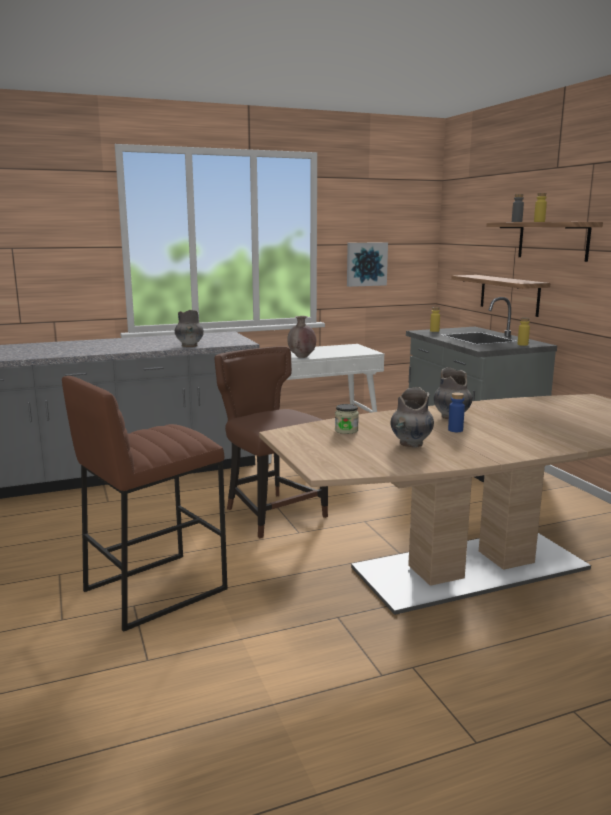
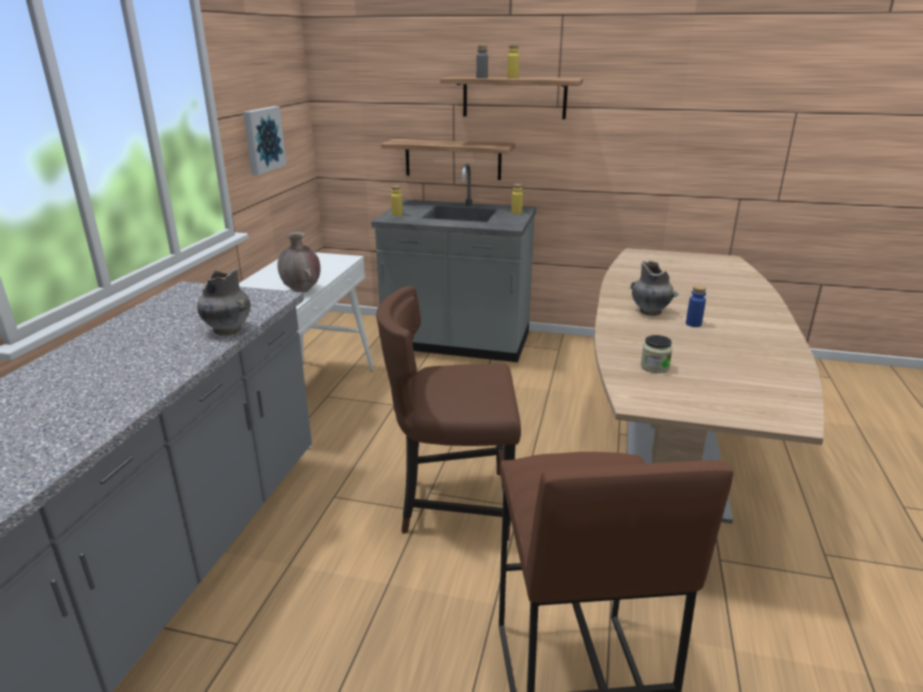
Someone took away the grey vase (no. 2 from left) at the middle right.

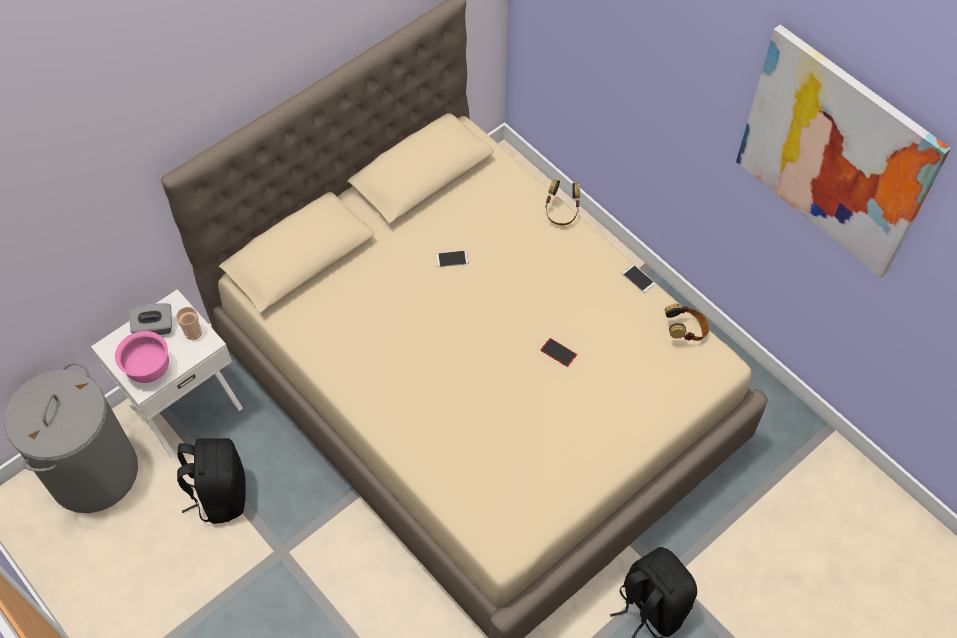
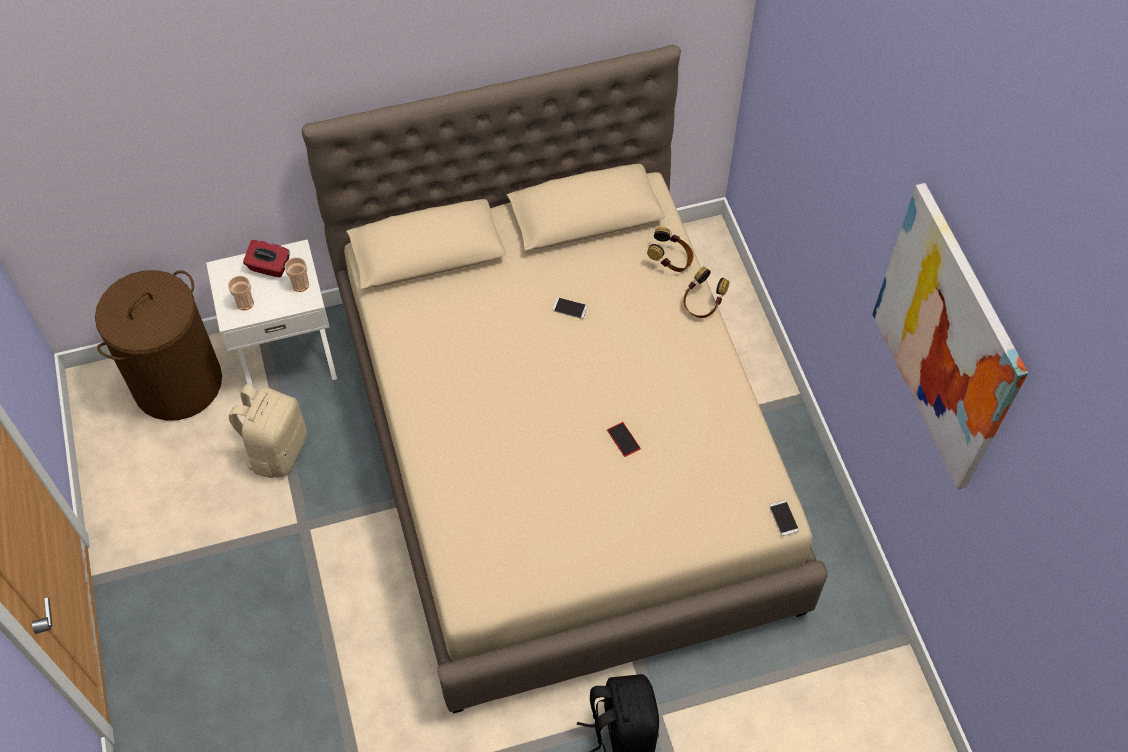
Someone carried the phone (no. 3 from left) from the middle right to the bottom right.
Someone repainted the grey tissue box at the middle left, which became the red tissue box at the middle left.
Someone carried the headphones (no. 2 from left in the first image) from the middle right to the top centre.
Someone swapped the pink bowl at the middle left for the cup (no. 1 from left) at the middle left.
Someone repainted the grey laundry basket at the bottom left, which became the brown laundry basket at the middle left.
Someone repainted the black backpack (no. 1 from left) at the bottom left, which became the beige backpack at the middle left.

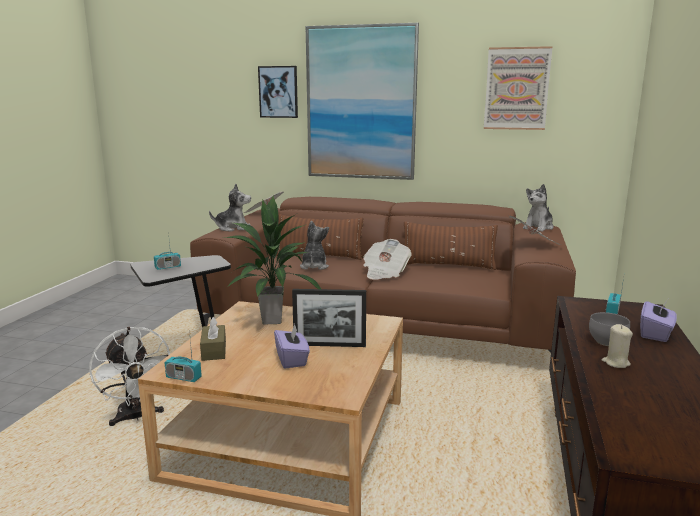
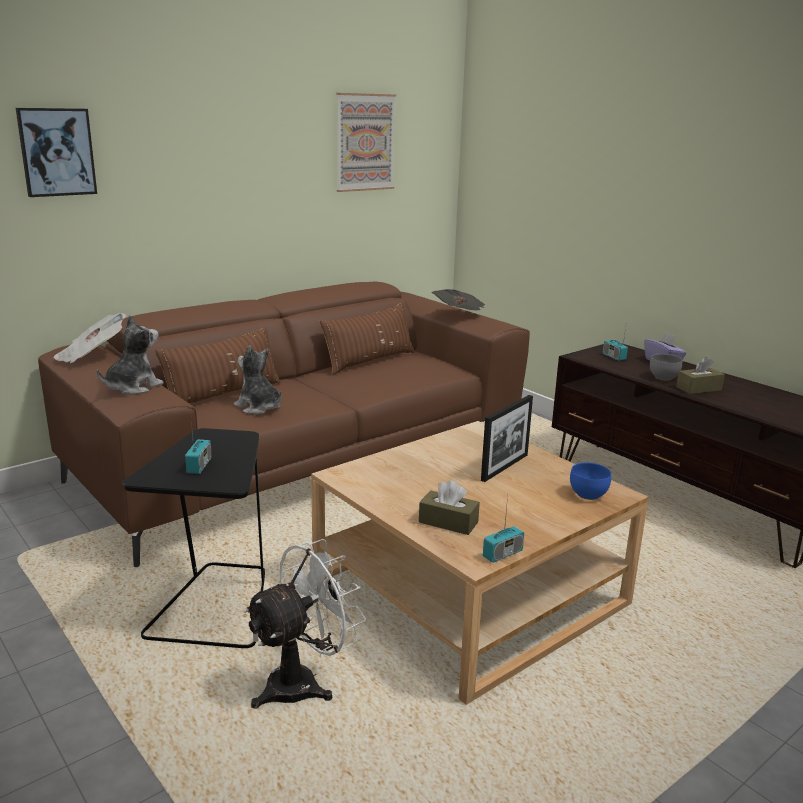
Someone took away the picture (no. 2 from left) at the top centre.
Someone took away the plush toy (no. 3 from left) at the middle right.
Someone took away the potted plant at the centre.
Someone took away the newspaper (no. 2 from left) at the centre.
Someone took away the purple tissue box (no. 1 from left) at the bottom centre.
Someone swapped the beige candle at the bottom right for the brown tissue box (no. 2 from left) at the middle right.
Someone rotated the white fan at the bottom left by 45 degrees counterclockwise.
Someone put down the blue bowl at the middle right.

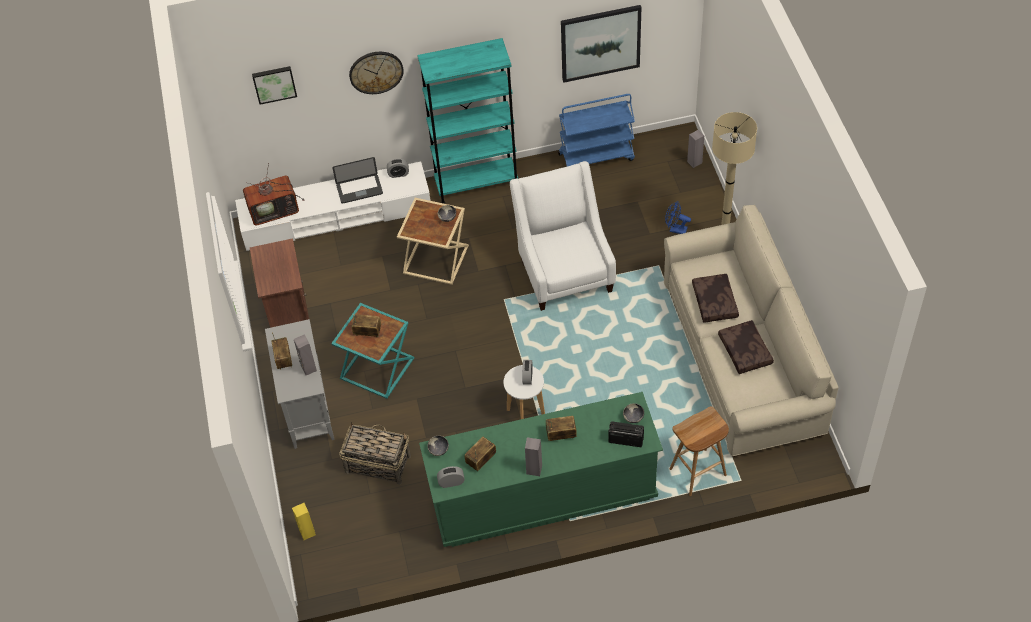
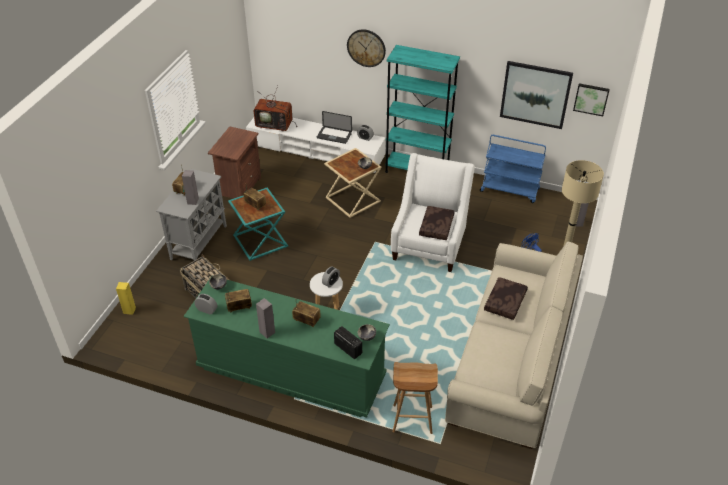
Someone carried the picture (no. 1 from left in the first image) from the top left to the top right.
Someone carried the brown pillow (no. 2 from left in the first image) from the middle right to the centre.

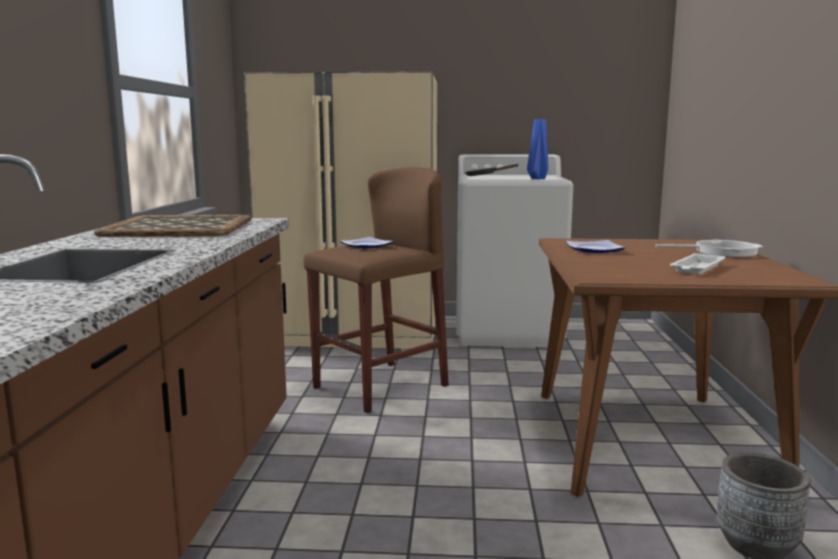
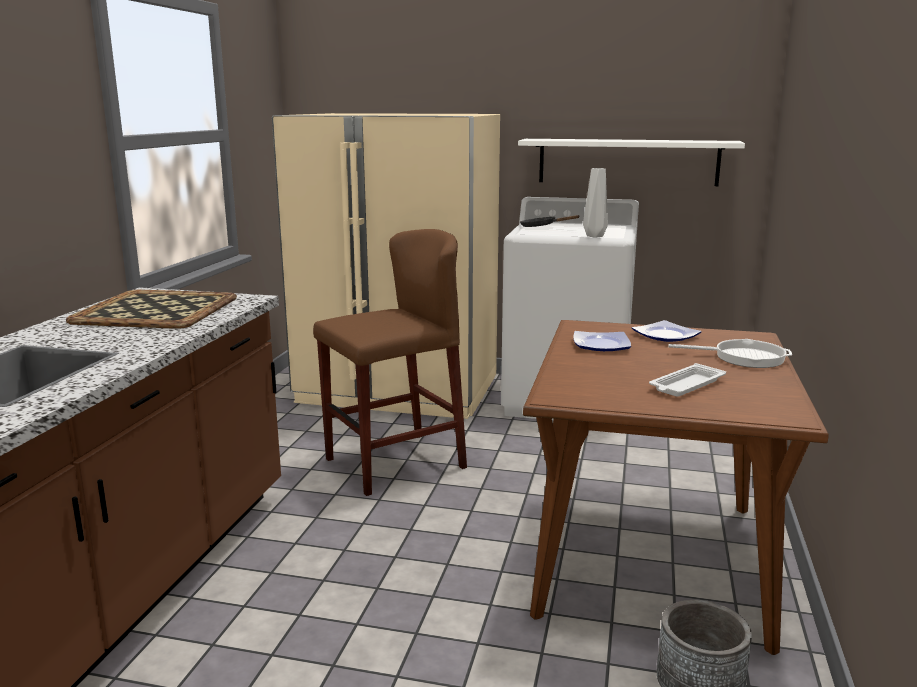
Someone repainted the blue vase at the top centre, which became the grey vase at the top centre.
Someone carried the plate (no. 1 from left in the first image) from the centre to the middle right.
Someone put up the white shelf at the top right.

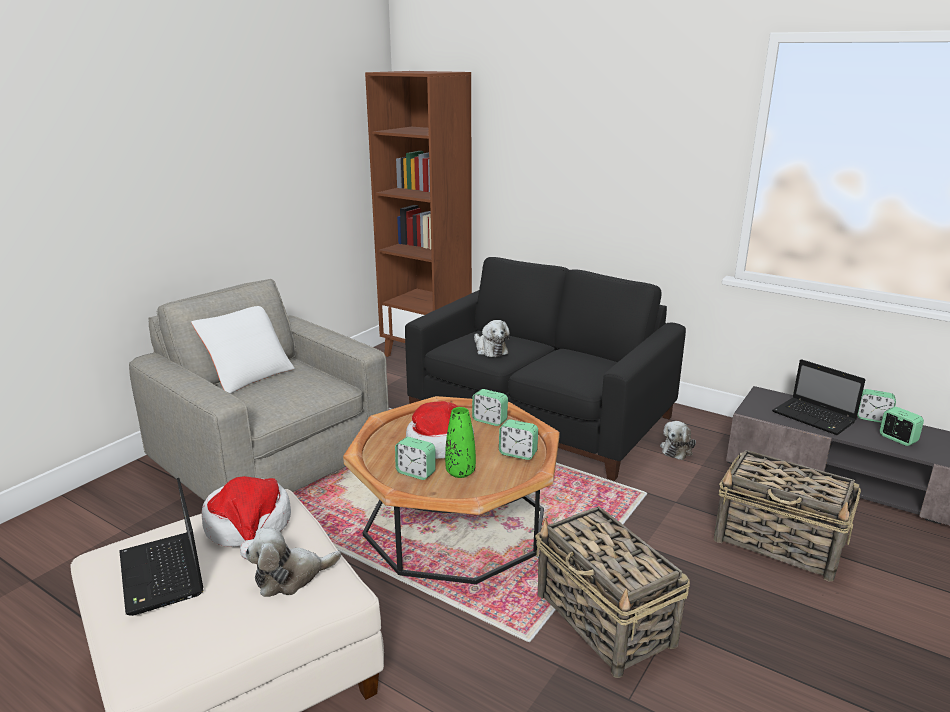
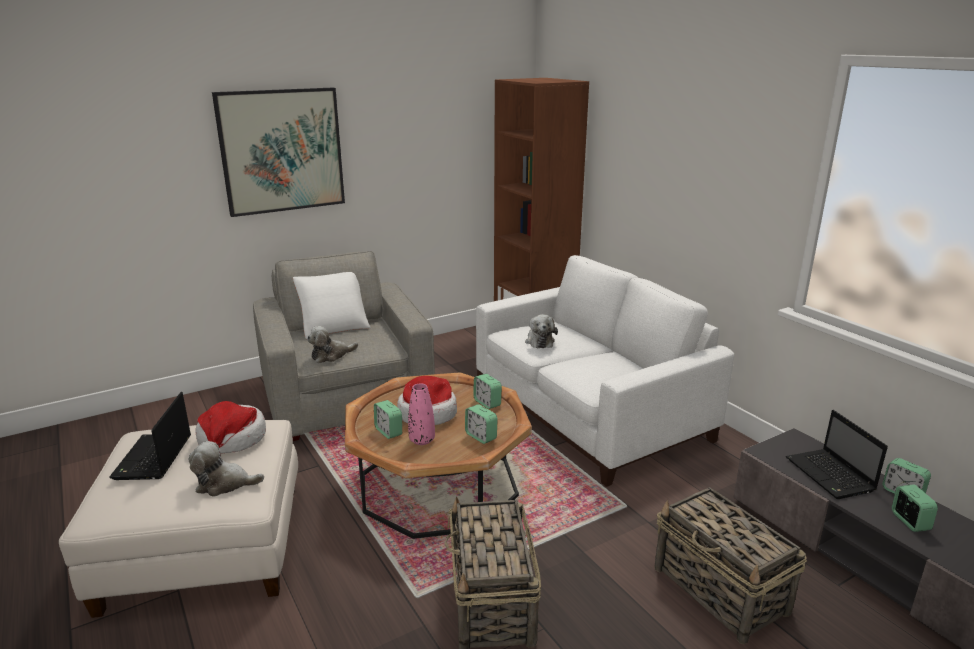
Someone repainted the black sofa at the centre, which became the white sofa at the centre.
Someone repainted the green vase at the centre, which became the pink vase at the centre.
Someone carried the plush toy (no. 3 from left in the first image) from the middle right to the centre.
Someone put up the picture at the top left.

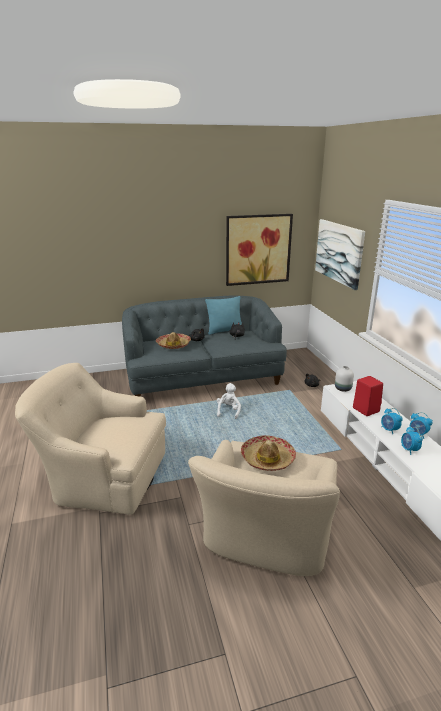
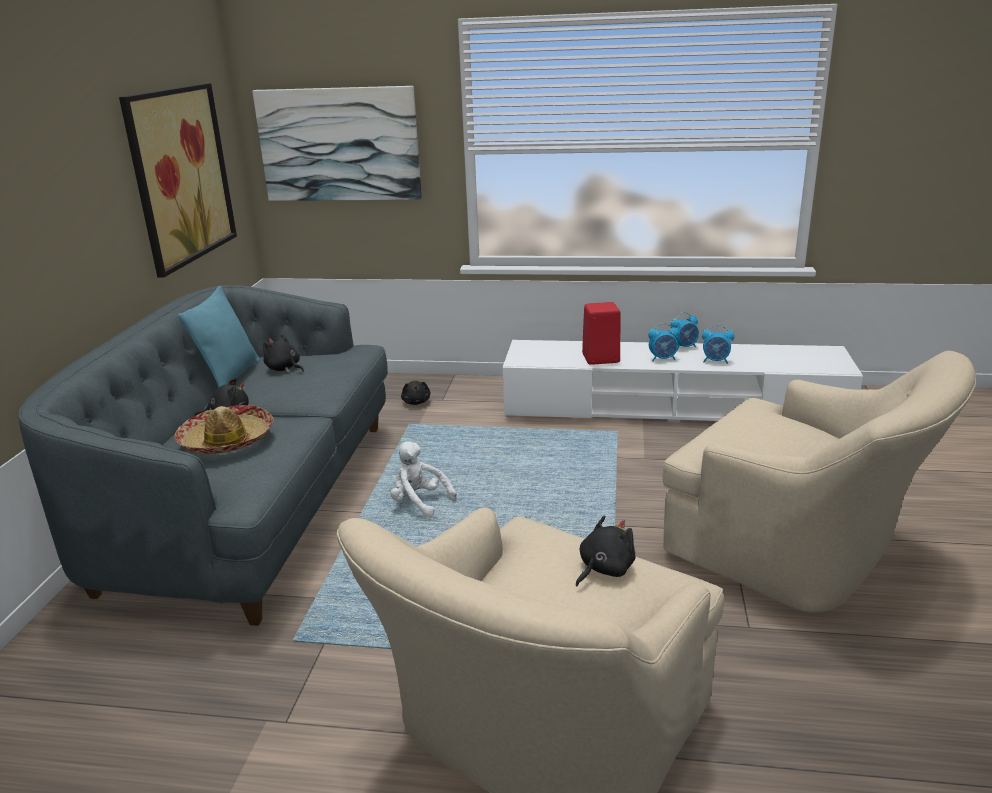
Someone took away the white vase at the middle right.
Someone took away the hat (no. 2 from left) at the centre.
Someone put down the black plush toy (no. 4 from left) at the bottom centre.

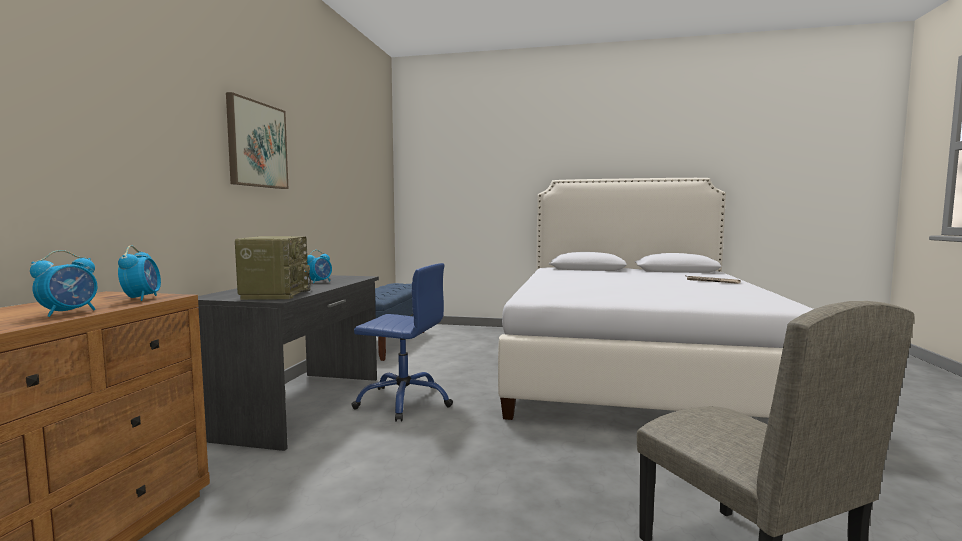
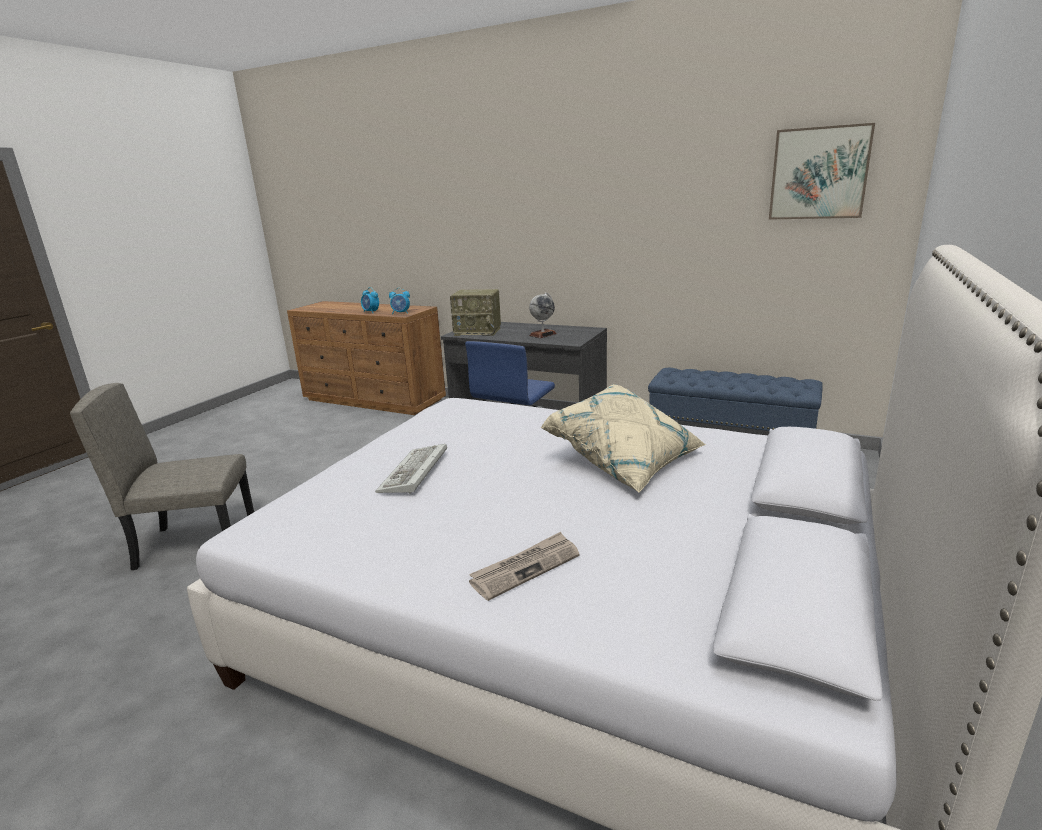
Someone carried the picture from the top left to the top right.
Someone swapped the alarm clock (no. 3 from left) at the middle left for the globe at the centre.
Someone put down the beige pillow at the centre.
Someone put down the keyboard at the centre.

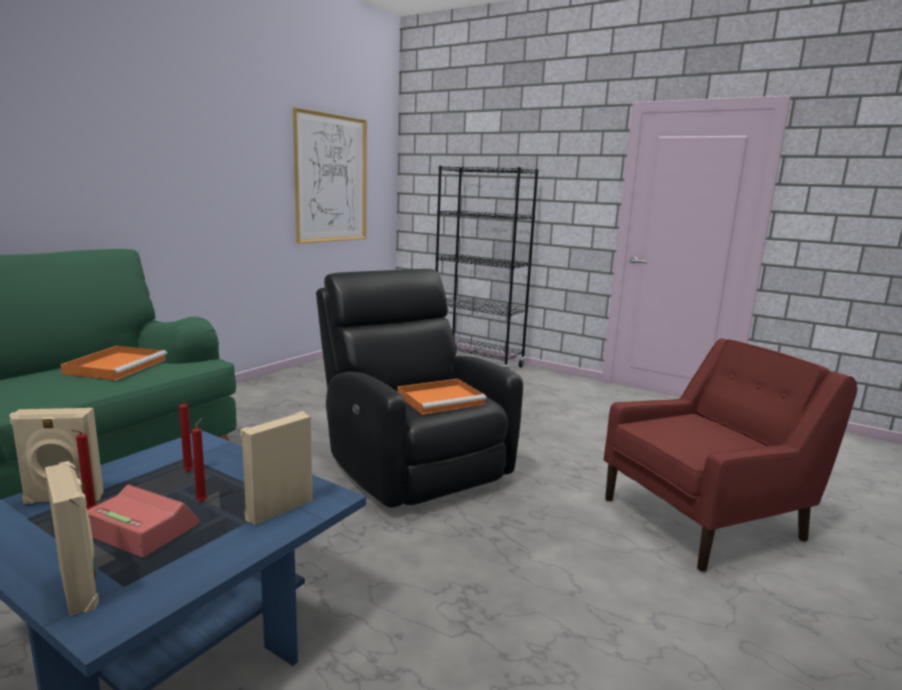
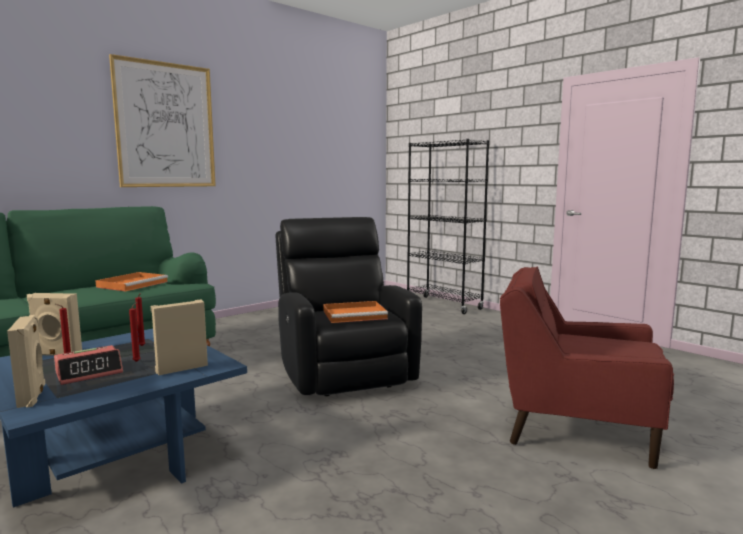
Someone carried the picture from the top centre to the top left.
Someone rotated the red armchair at the middle right by 150 degrees counterclockwise.
Someone rotated the alarm clock at the bottom left by 105 degrees clockwise.

